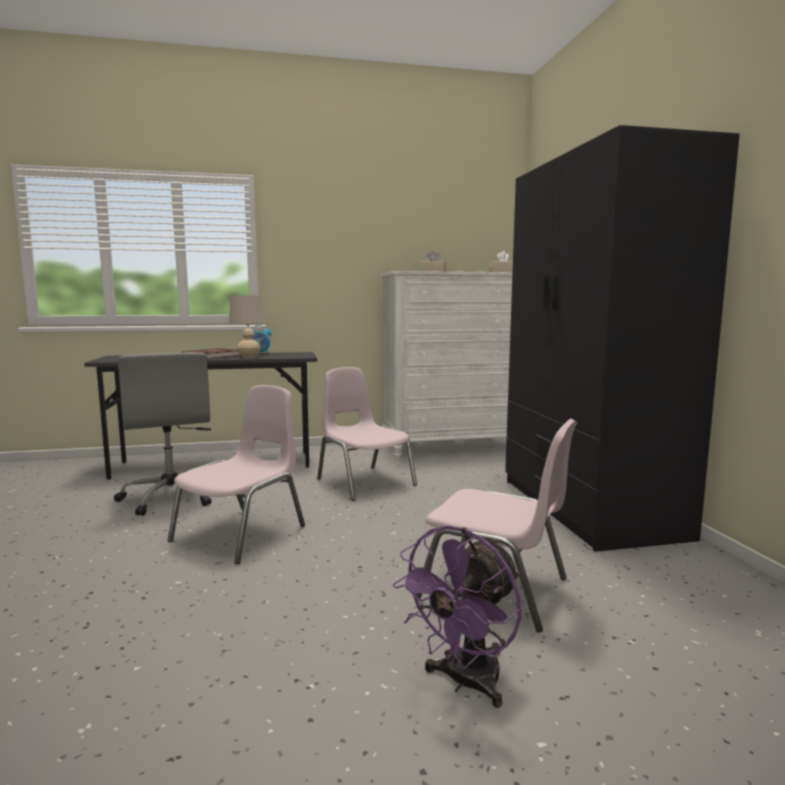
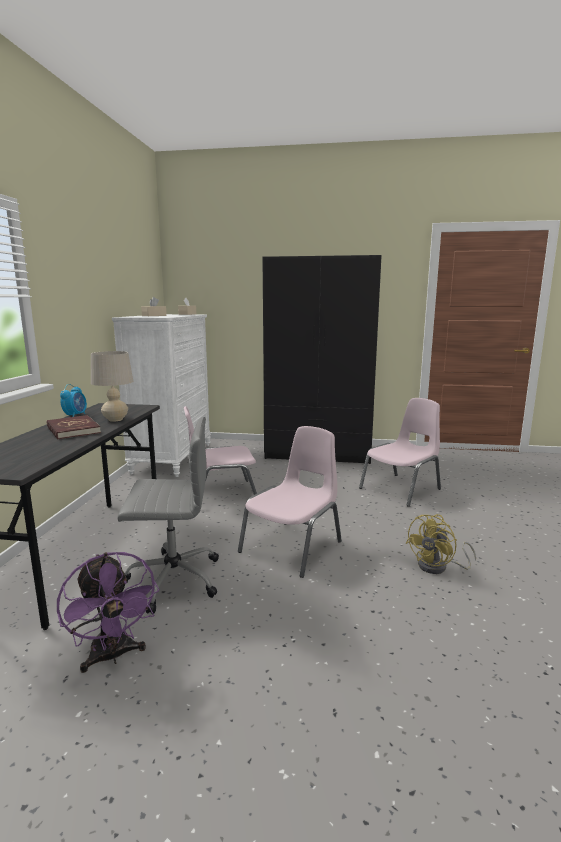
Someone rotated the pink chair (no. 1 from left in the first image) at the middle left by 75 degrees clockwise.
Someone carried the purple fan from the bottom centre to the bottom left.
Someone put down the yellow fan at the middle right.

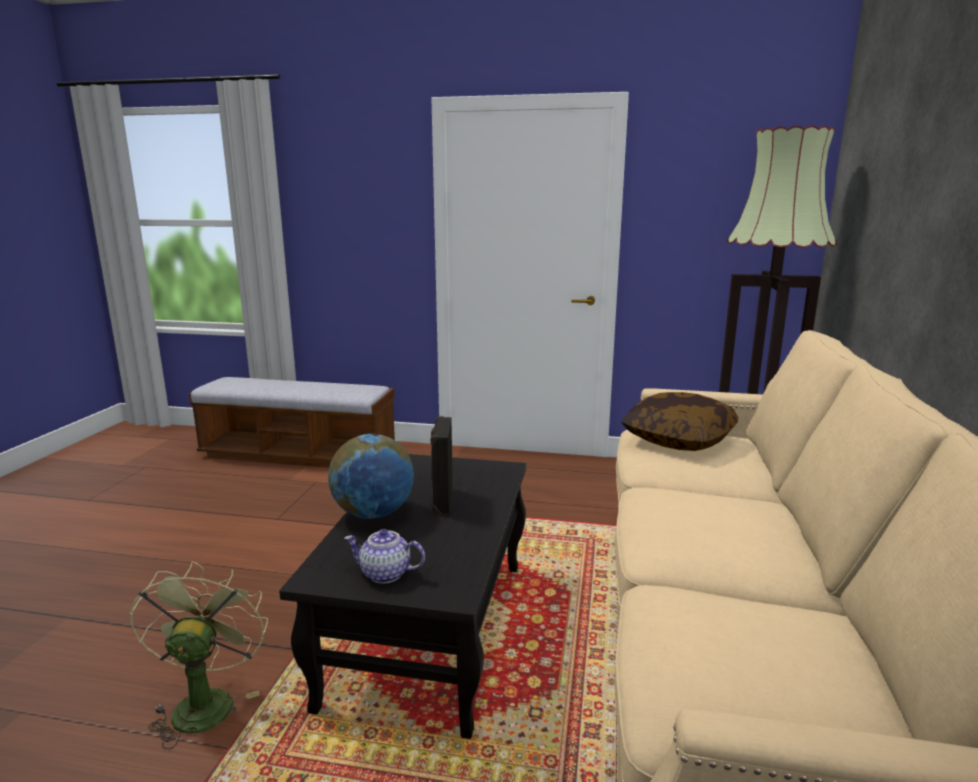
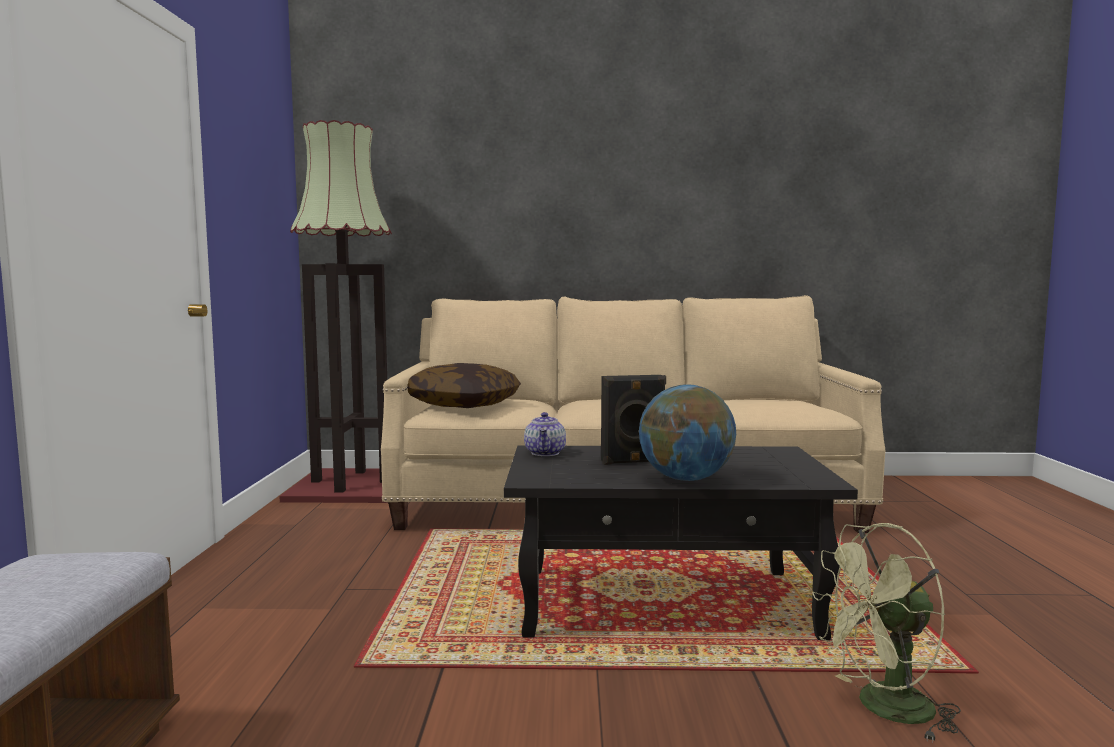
Someone carried the teapot from the bottom centre to the centre.

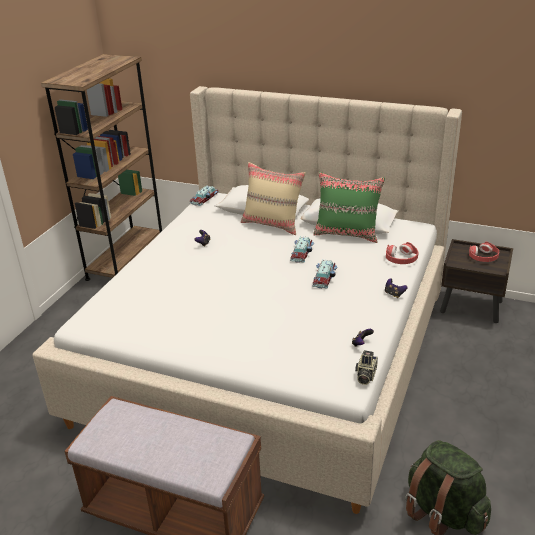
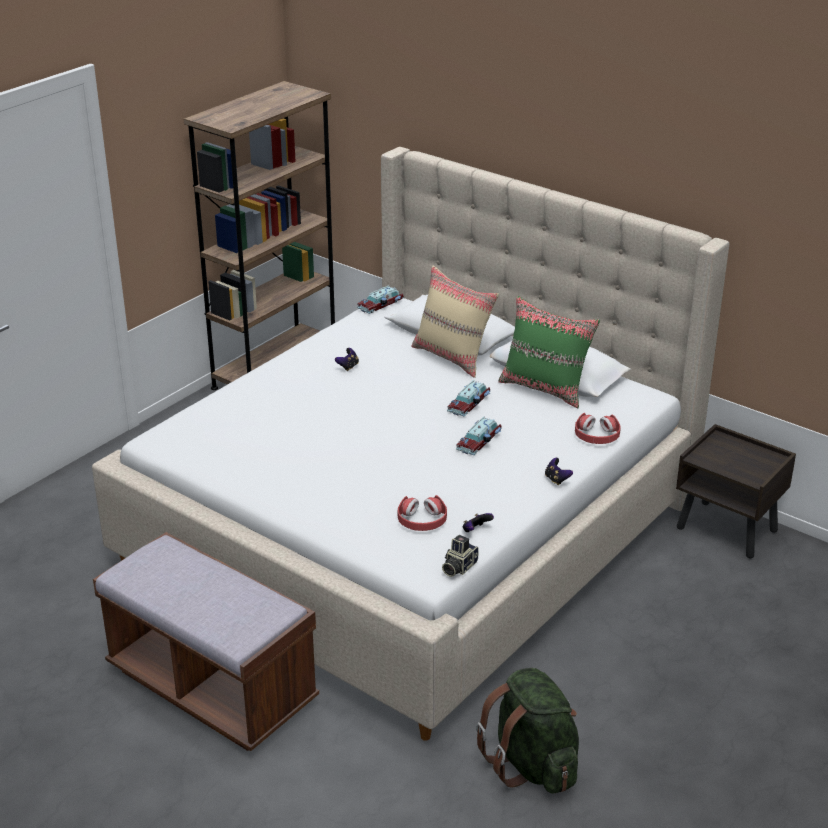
Someone carried the red headphones (no. 2 from left in the first image) from the middle right to the centre.

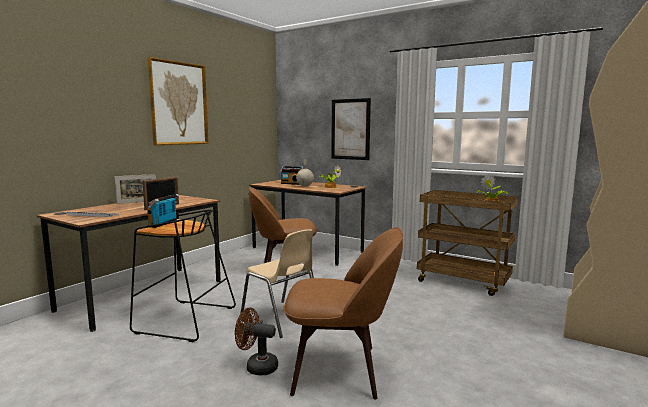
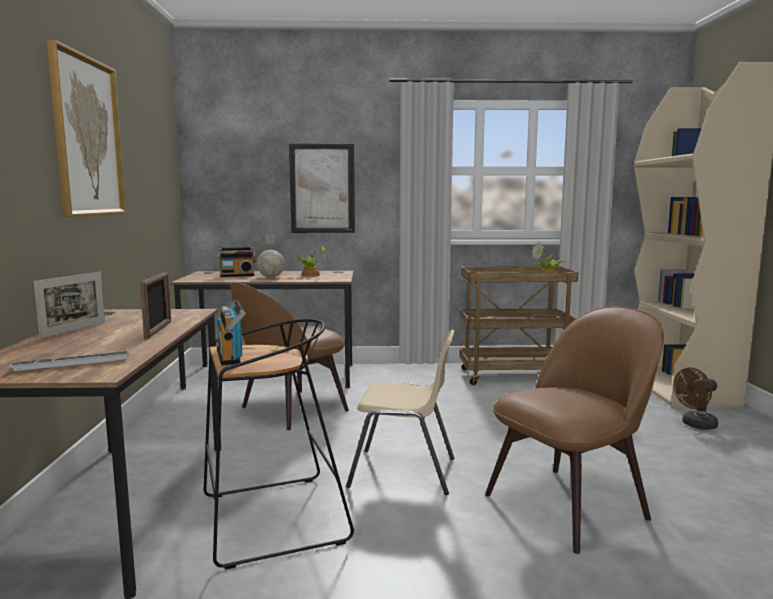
Someone carried the brown fan from the bottom centre to the middle right.

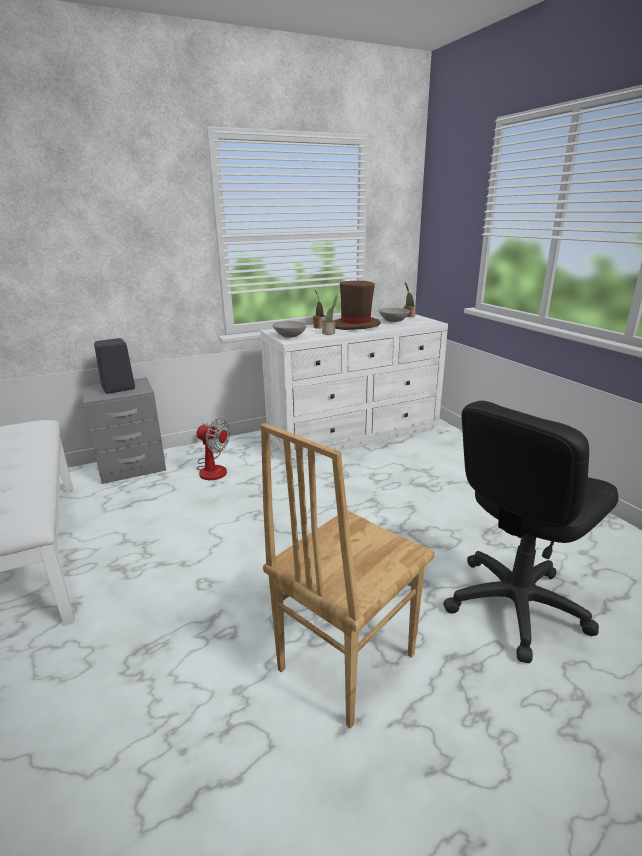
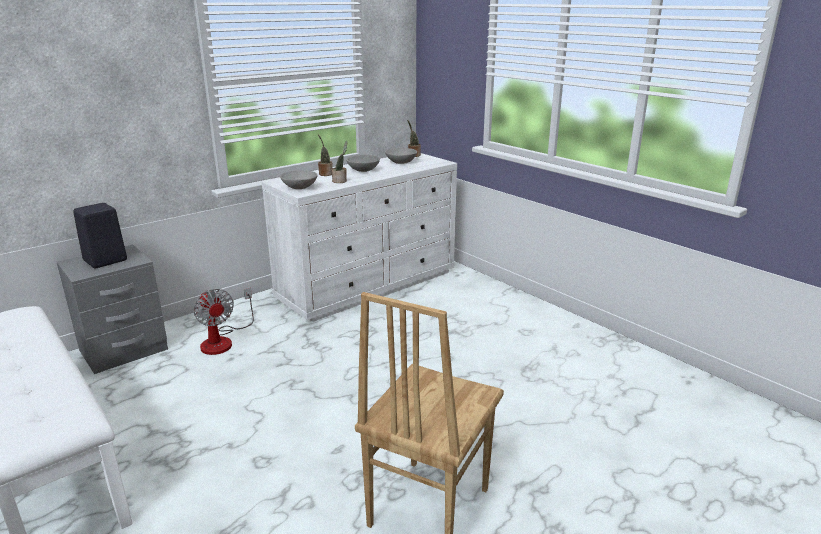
Someone swapped the brown hat at the centre for the grey bowl (no. 2 from left) at the top centre.
Someone took away the black office chair at the middle right.
Someone rotated the fan at the middle left by 45 degrees clockwise.

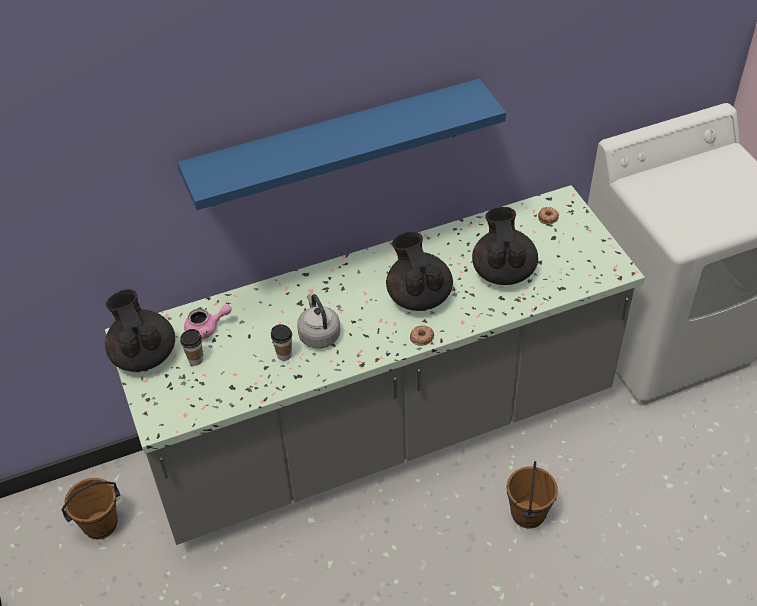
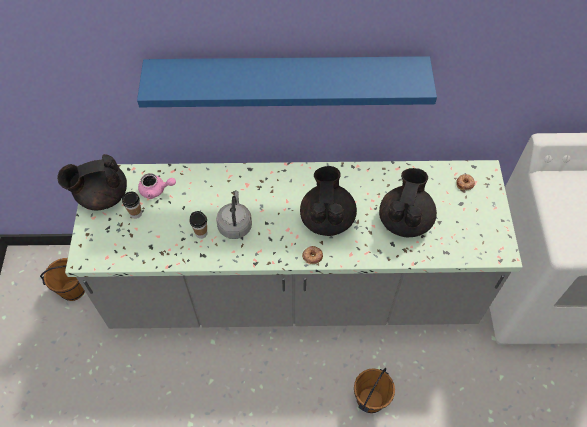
Someone rotated the black teapot (no. 1 from left) at the middle left by 105 degrees counterclockwise.

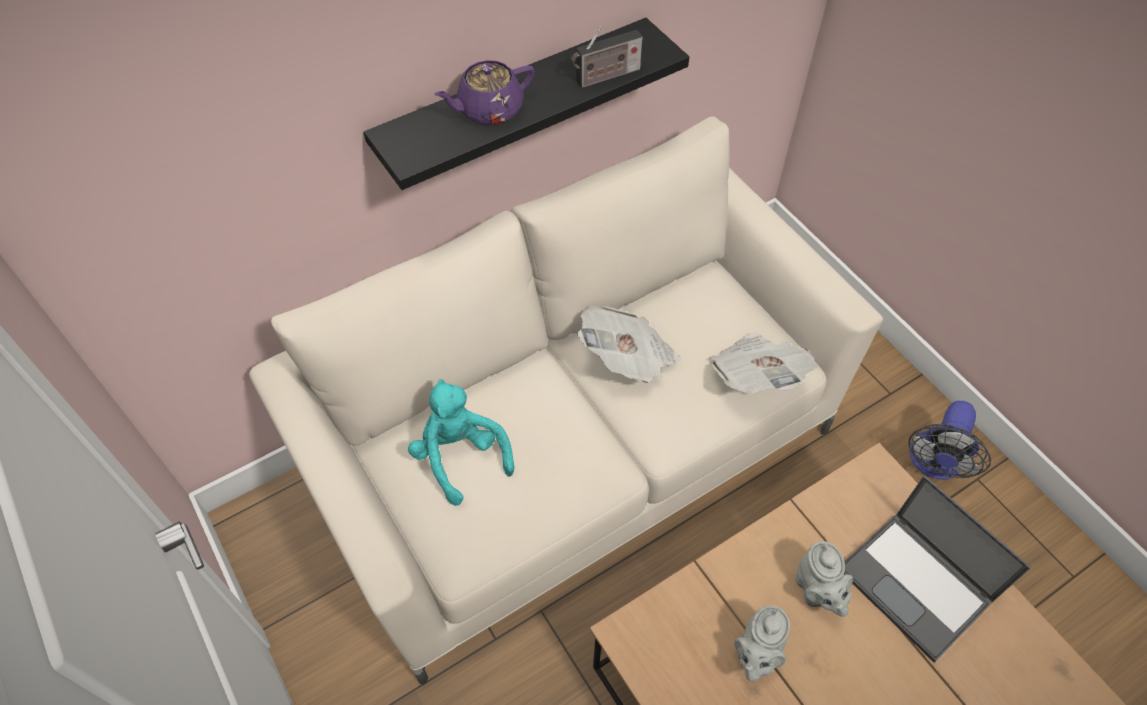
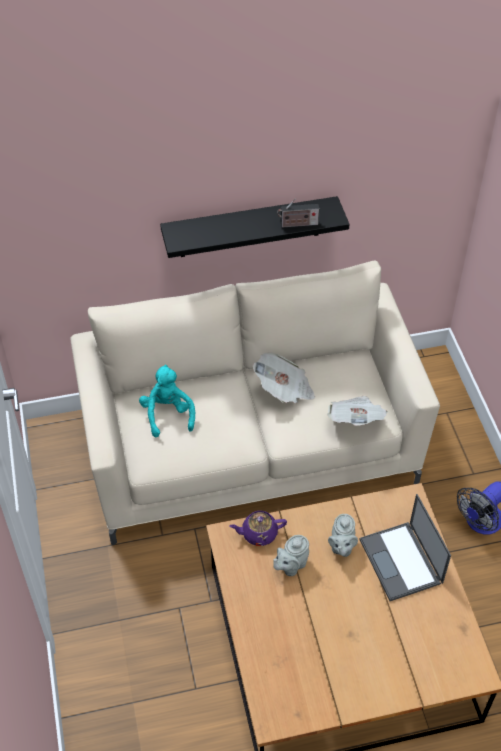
Someone carried the purple teapot from the top centre to the bottom centre.

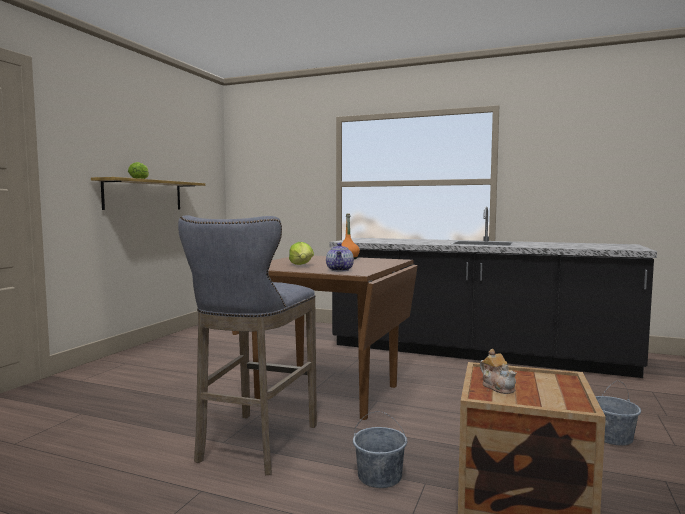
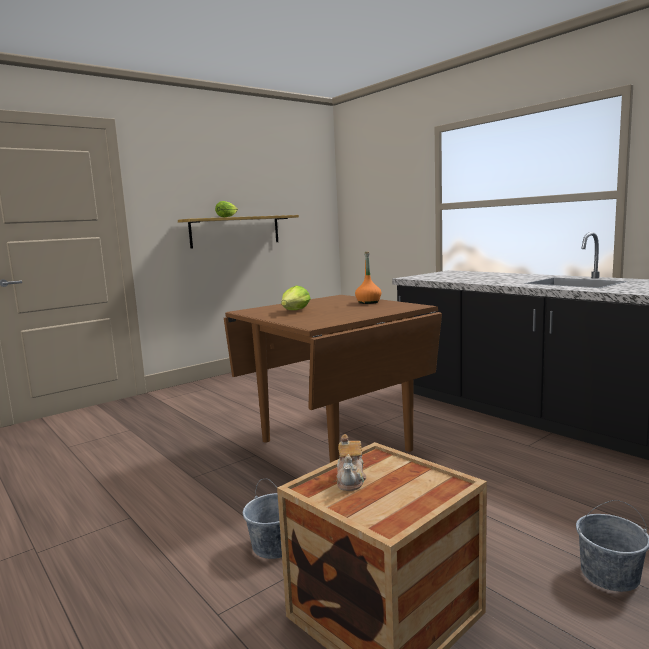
Someone took away the grey stool at the bottom centre.
Someone took away the teapot (no. 1 from left) at the centre.

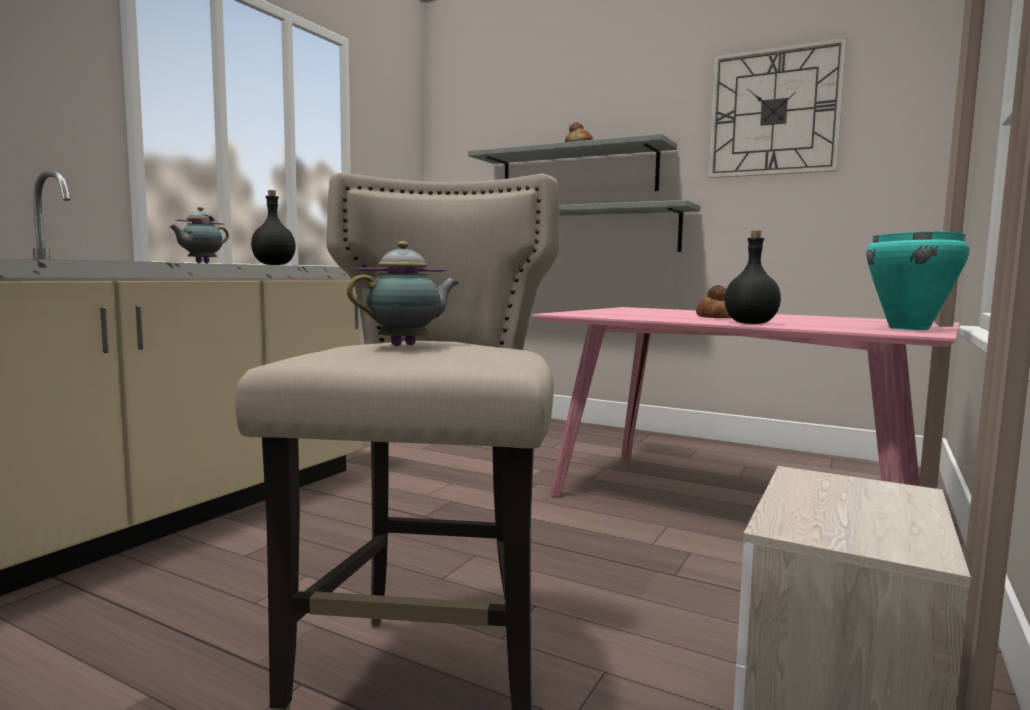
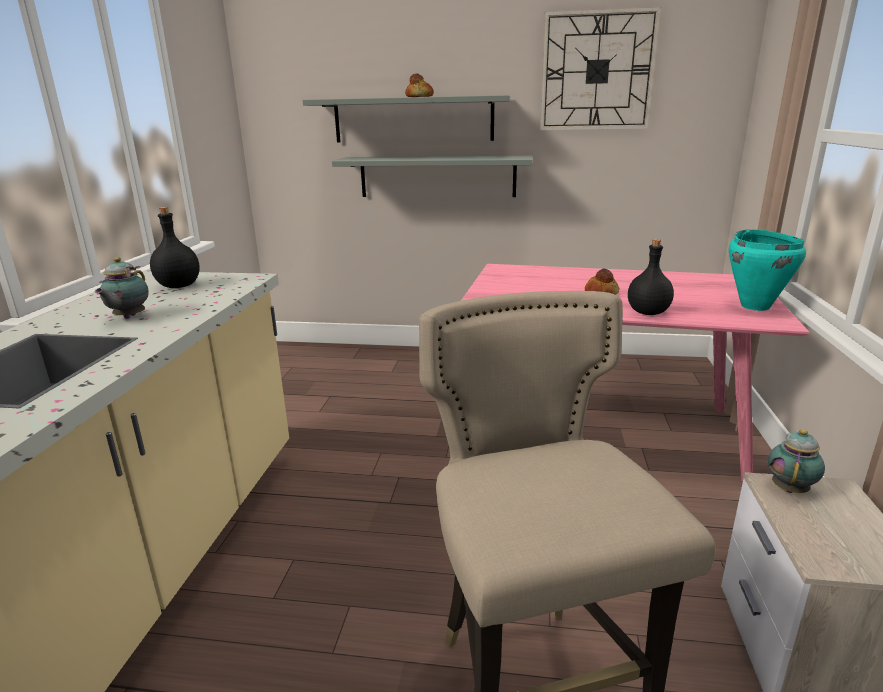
Someone carried the teapot (no. 2 from left) from the centre to the middle right.

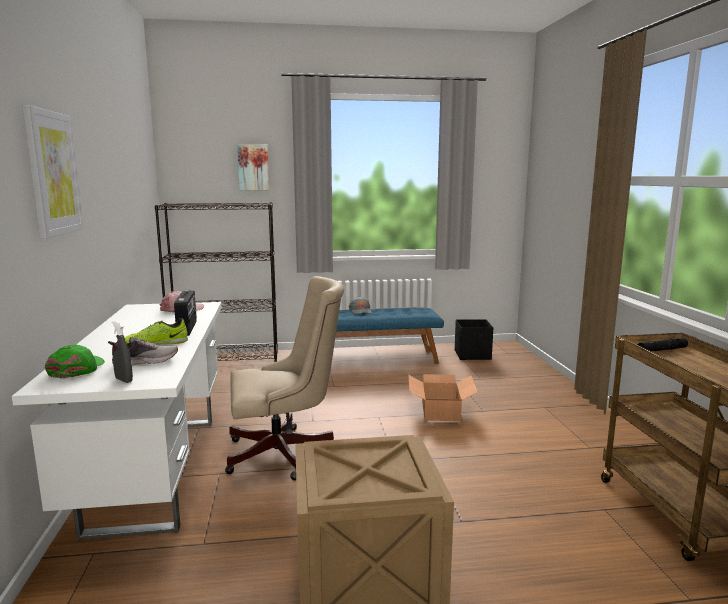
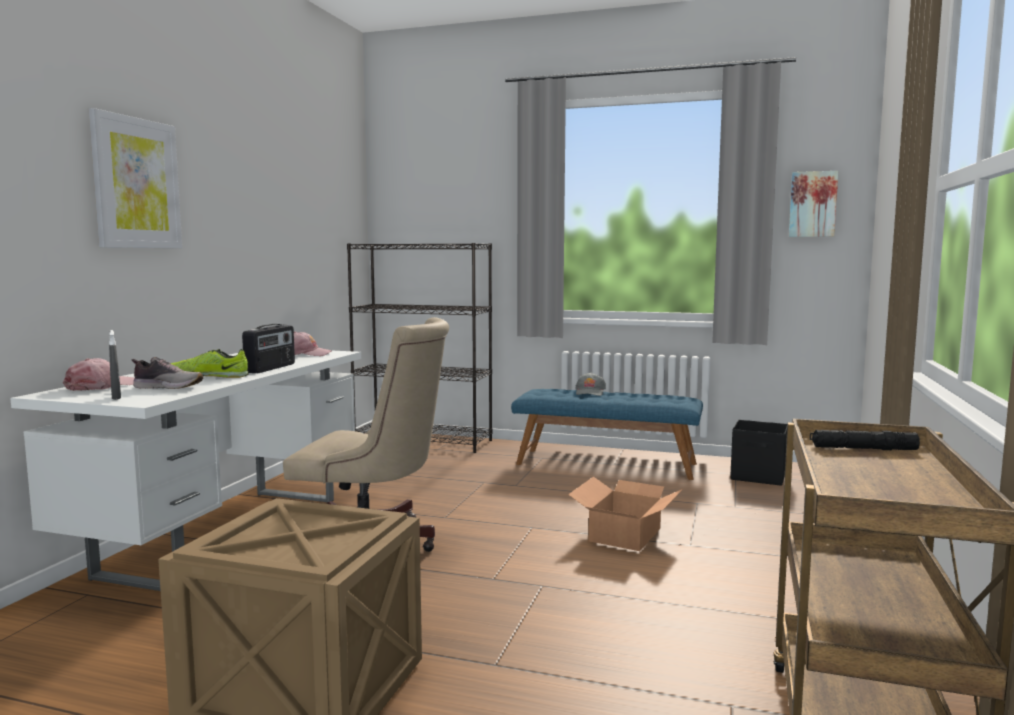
Someone carried the picture (no. 2 from left) from the top centre to the top right.
Someone repainted the green cap at the middle left, which became the pink cap (no. 1 from left) at the middle left.

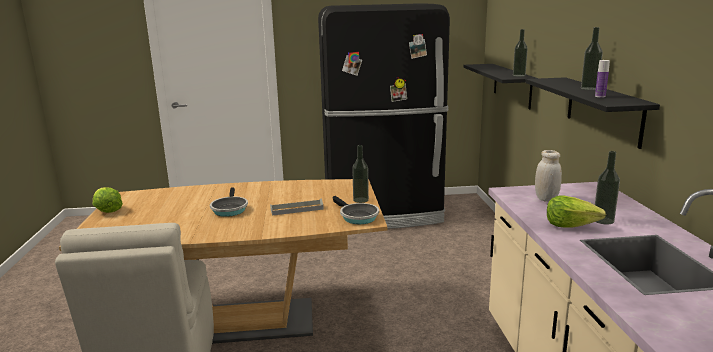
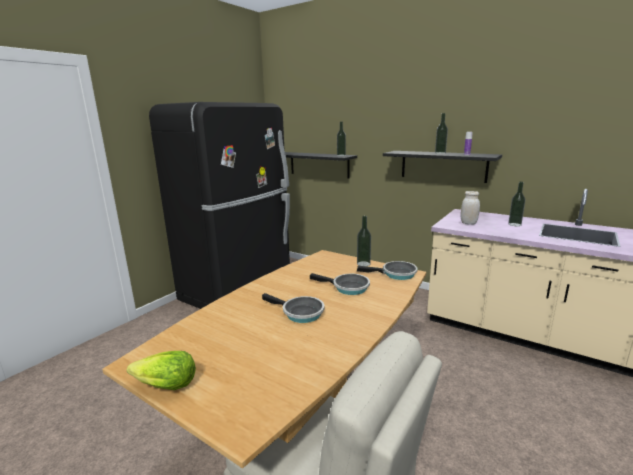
Someone took away the lettuce (no. 2 from left) at the middle right.
Someone swapped the grey tray at the centre for the frying pan (no. 2 from left) at the centre.

